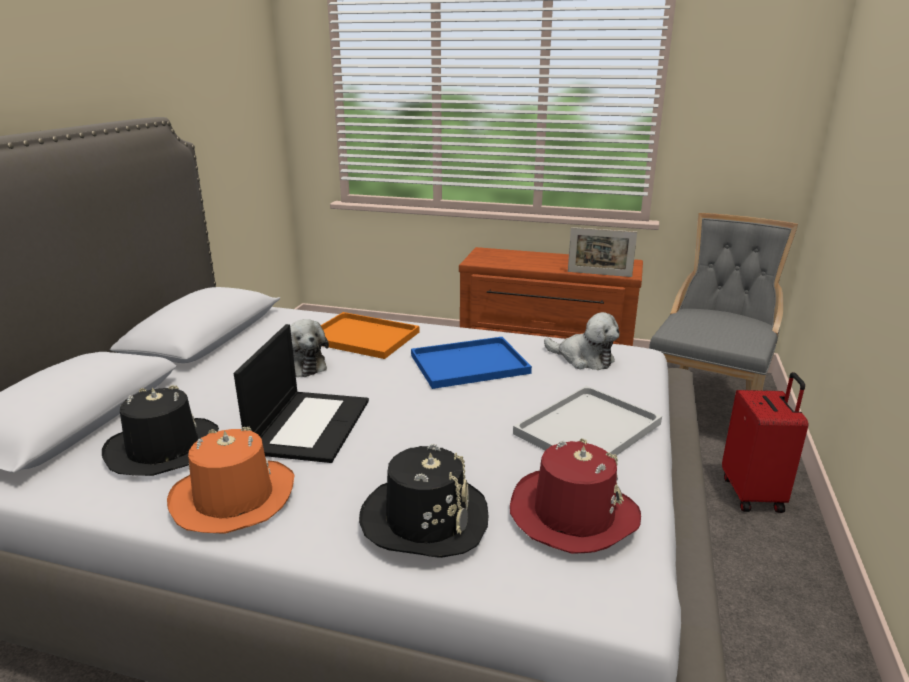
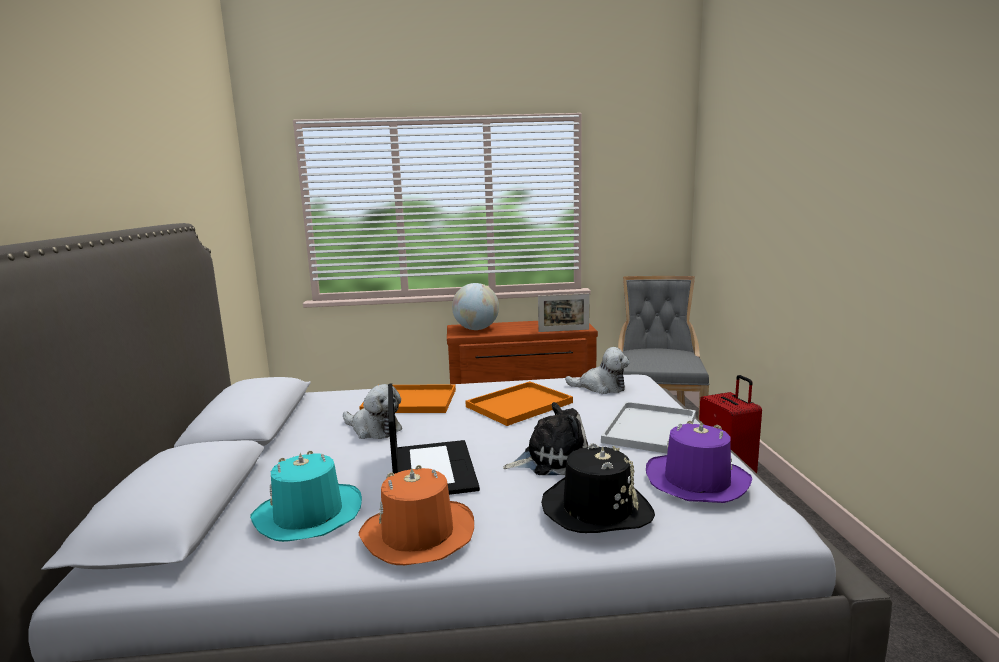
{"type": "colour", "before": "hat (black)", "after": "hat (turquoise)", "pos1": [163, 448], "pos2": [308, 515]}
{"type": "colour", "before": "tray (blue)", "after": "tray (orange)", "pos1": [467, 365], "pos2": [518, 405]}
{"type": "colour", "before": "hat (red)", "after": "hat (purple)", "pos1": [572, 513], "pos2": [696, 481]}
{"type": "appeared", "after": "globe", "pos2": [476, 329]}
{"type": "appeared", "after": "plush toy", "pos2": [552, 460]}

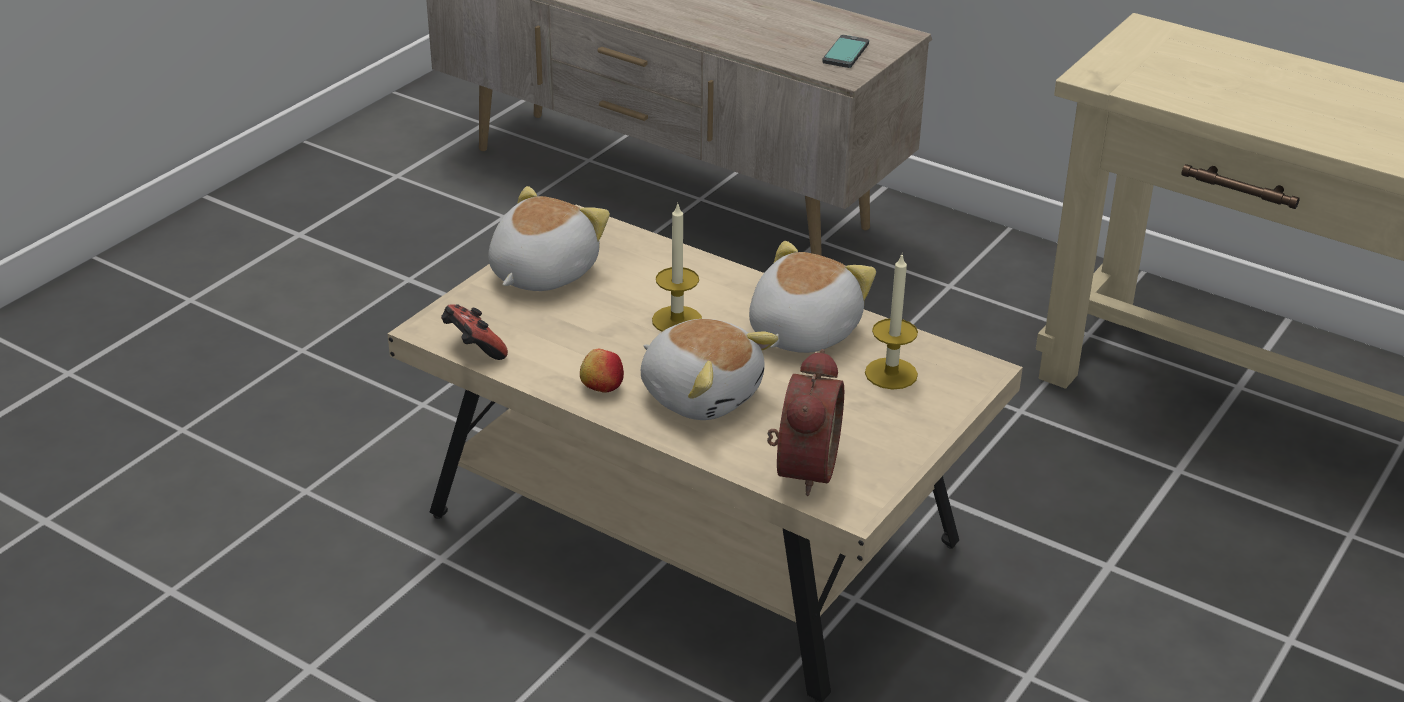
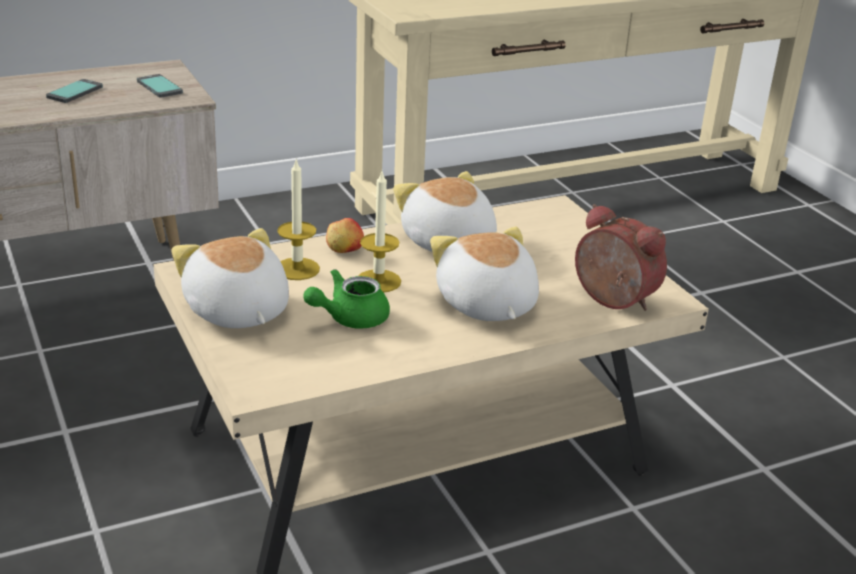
{"type": "missing", "before": "game controller", "pos1": [473, 349]}
{"type": "relocated", "before": "apple", "pos1": [601, 386], "pos2": [344, 250]}
{"type": "spun", "before": "plush toy", "pos1": [701, 394], "pos2": [485, 305], "turn": -90}
{"type": "relocated", "before": "candle", "pos1": [891, 373], "pos2": [297, 269]}
{"type": "appeared", "after": "phone", "pos2": [74, 92]}
{"type": "appeared", "after": "teapot (green)", "pos2": [349, 318]}

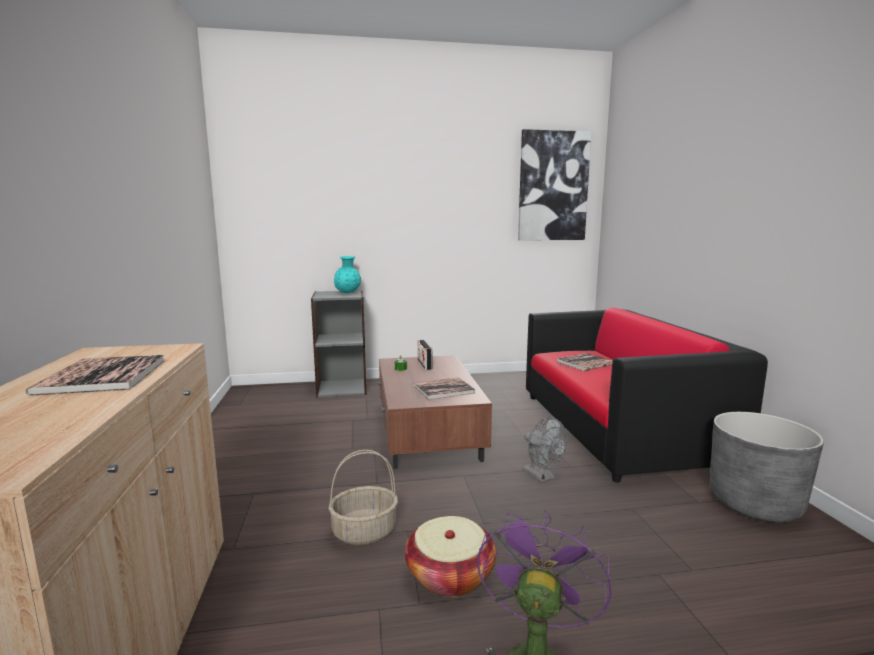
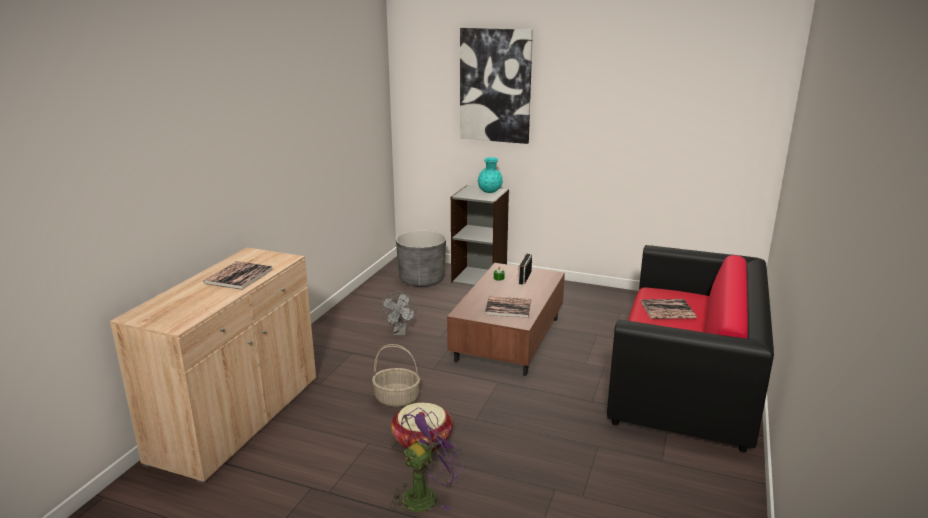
{"type": "relocated", "before": "picture", "pos1": [553, 186], "pos2": [495, 86]}
{"type": "relocated", "before": "fan (grey)", "pos1": [542, 476], "pos2": [400, 332]}
{"type": "relocated", "before": "planter (grey)", "pos1": [754, 503], "pos2": [422, 280]}

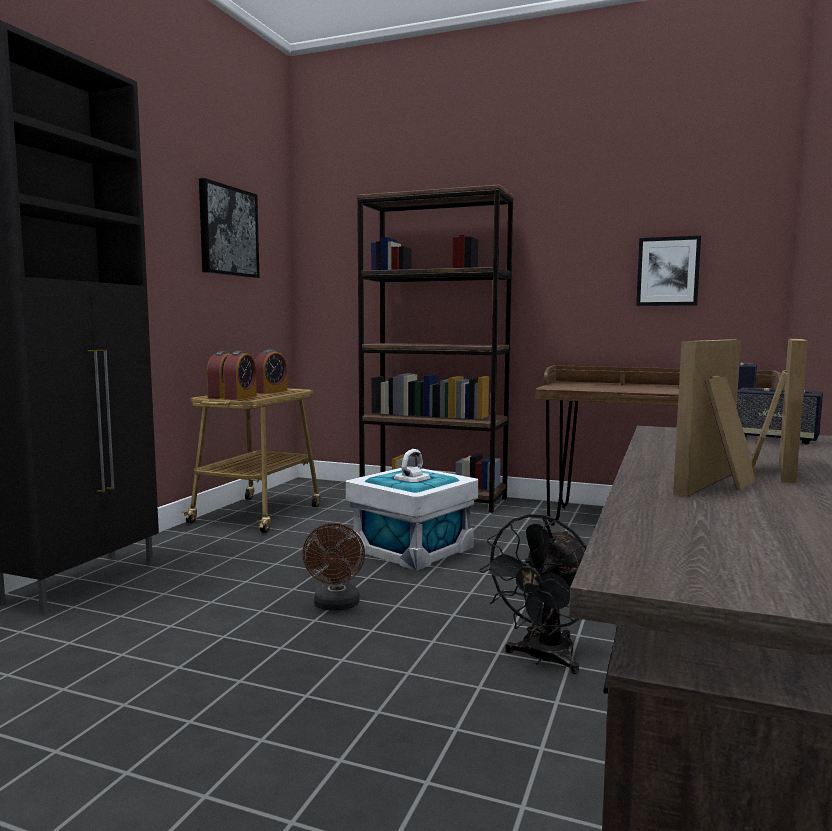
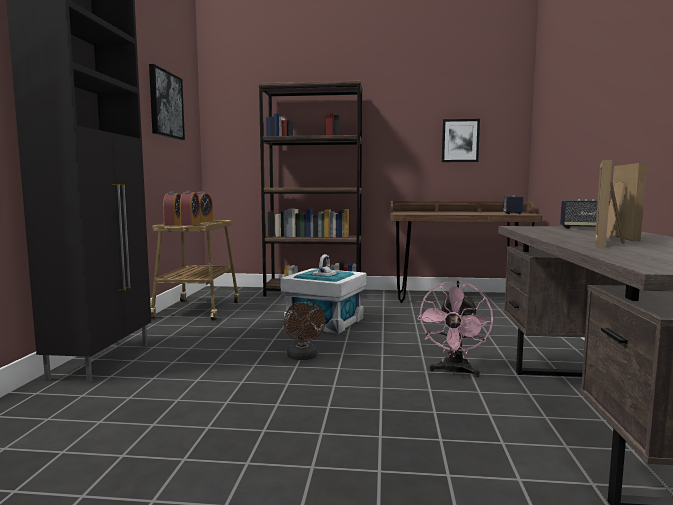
{"type": "colour", "before": "fan (black)", "after": "fan (pink)", "pos1": [543, 659], "pos2": [454, 372]}

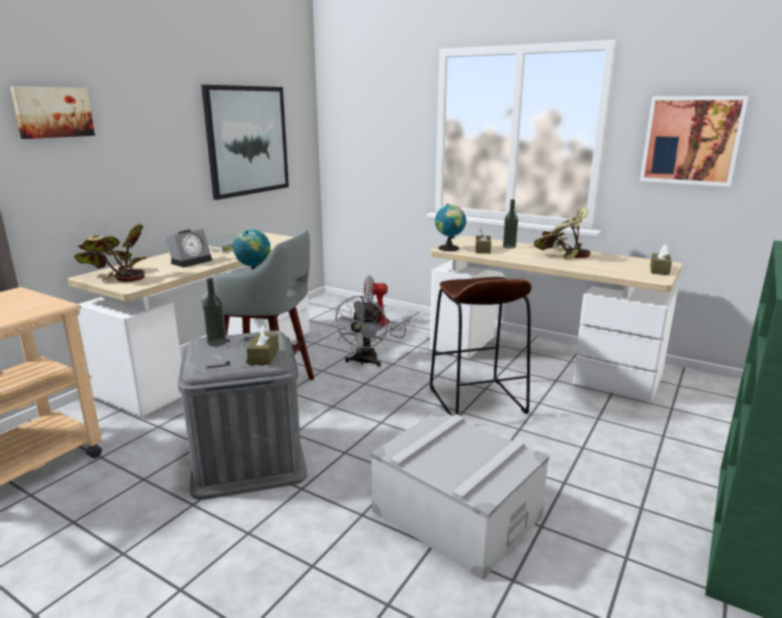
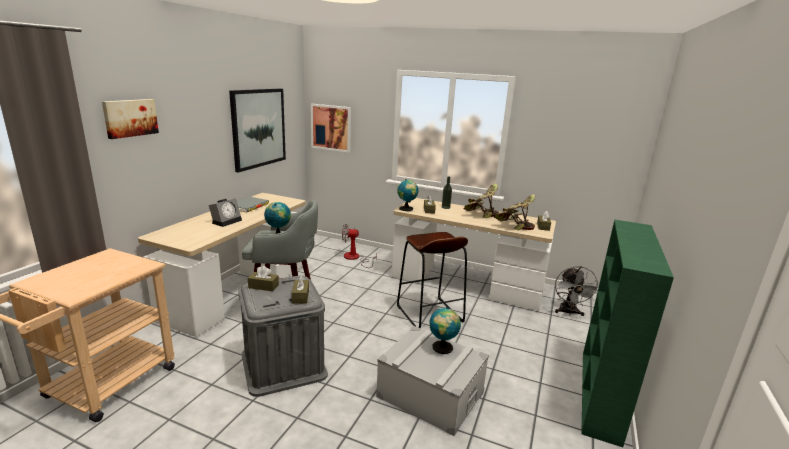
{"type": "relocated", "before": "potted plant", "pos1": [116, 276], "pos2": [513, 226]}
{"type": "exchanged", "before": "bottle", "after": "tissue box (brown)", "pos1": [217, 342], "pos2": [263, 286]}
{"type": "relocated", "before": "fan (grey)", "pos1": [363, 362], "pos2": [568, 312]}
{"type": "relocated", "before": "picture", "pos1": [691, 140], "pos2": [331, 127]}
{"type": "appeared", "after": "globe", "pos2": [442, 348]}

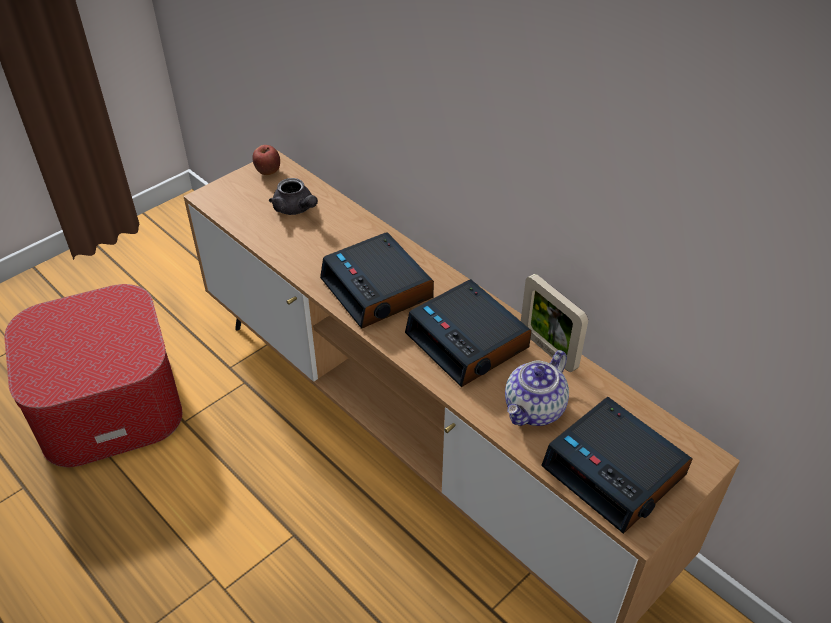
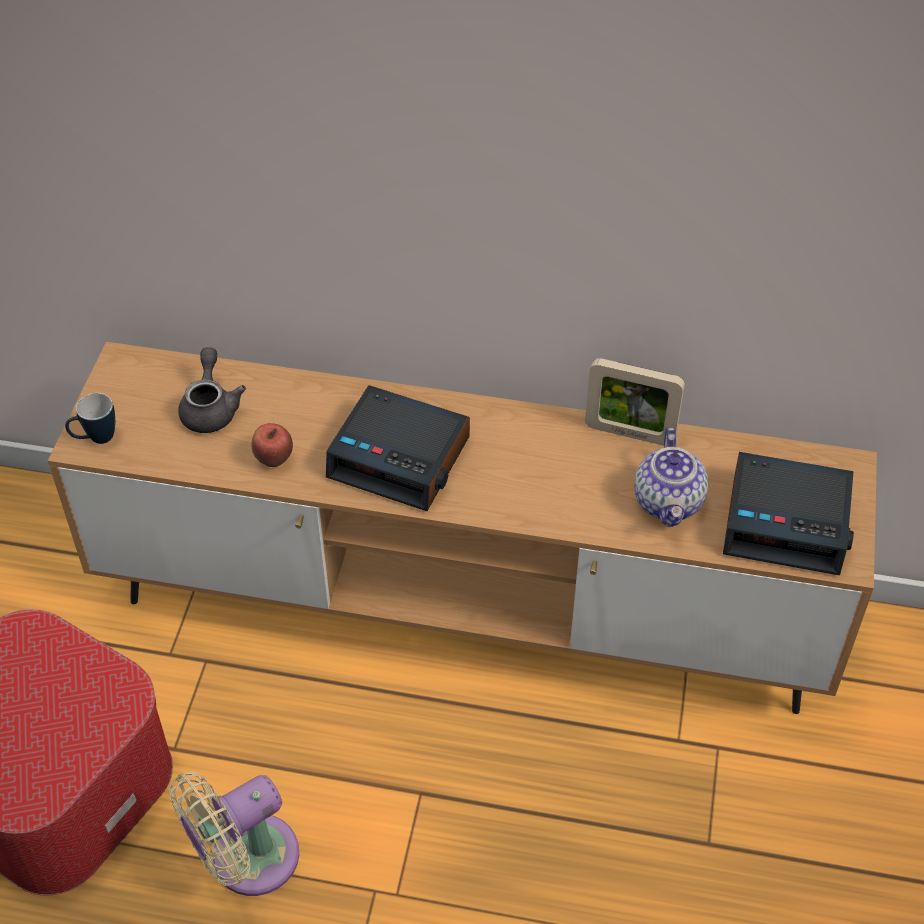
{"type": "relocated", "before": "apple", "pos1": [268, 172], "pos2": [274, 459]}
{"type": "spun", "before": "teapot (grey)", "pos1": [296, 209], "pos2": [211, 408], "turn": -105}
{"type": "missing", "before": "alarm clock", "pos1": [468, 342]}
{"type": "appeared", "after": "mug", "pos2": [95, 439]}
{"type": "appeared", "after": "fan (beige)", "pos2": [246, 861]}

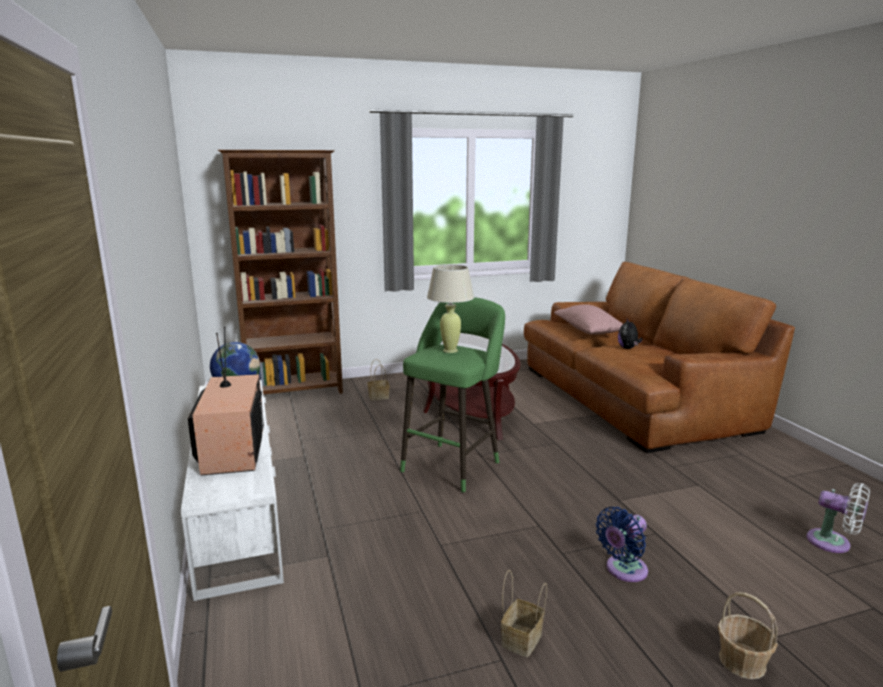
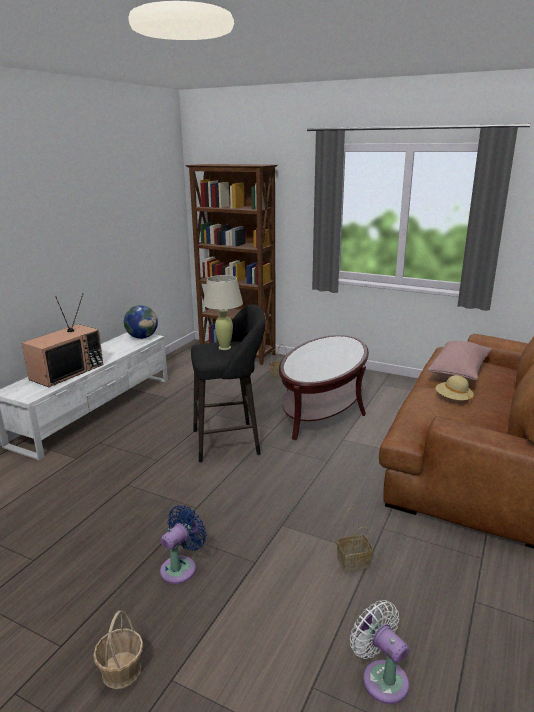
{"type": "colour", "before": "stool (green)", "after": "stool (black)", "pos1": [453, 464], "pos2": [230, 441]}
{"type": "relocated", "before": "basket", "pos1": [522, 641], "pos2": [352, 562]}
{"type": "spun", "before": "fan (blue)", "pos1": [623, 570], "pos2": [181, 567], "turn": 120}
{"type": "exchanged", "before": "plush toy", "after": "hat (beige)", "pos1": [628, 348], "pos2": [453, 399]}
{"type": "spun", "before": "fan (white)", "pos1": [833, 543], "pos2": [381, 677], "turn": 150}

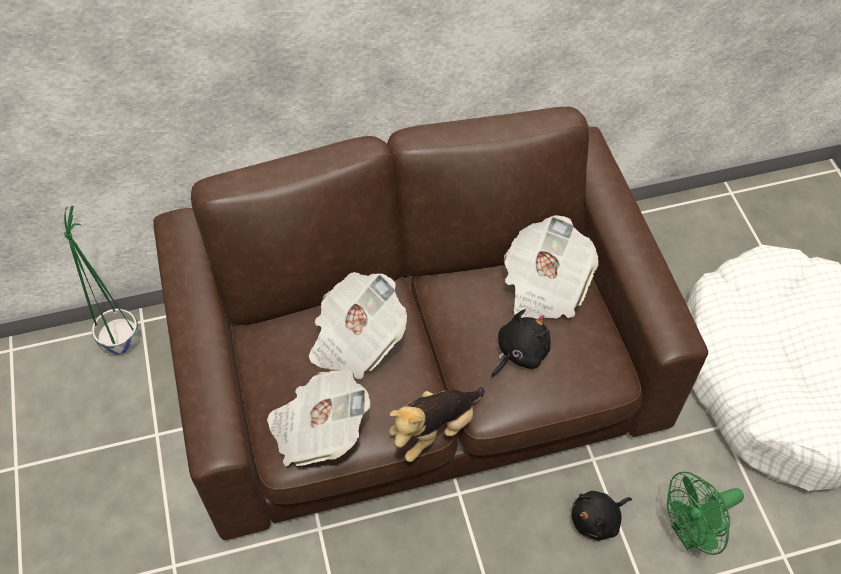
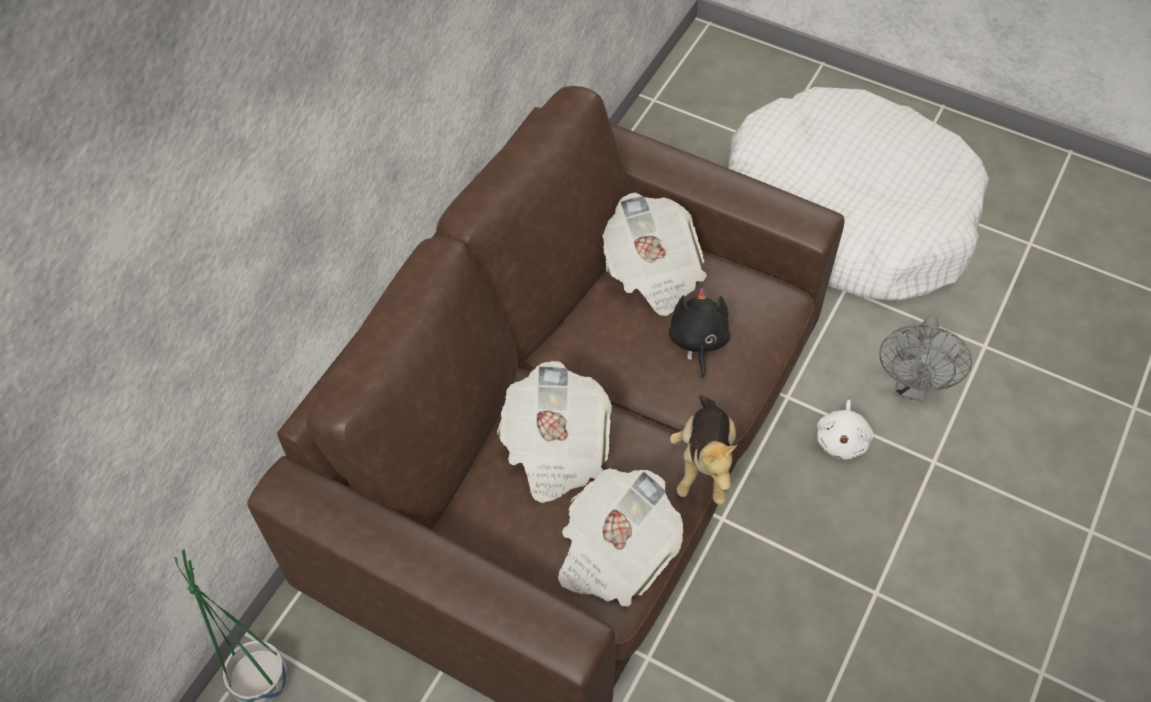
{"type": "colour", "before": "plush toy (black)", "after": "plush toy (white)", "pos1": [597, 520], "pos2": [842, 439]}
{"type": "colour", "before": "fan (green)", "after": "fan (grey)", "pos1": [691, 532], "pos2": [912, 387]}

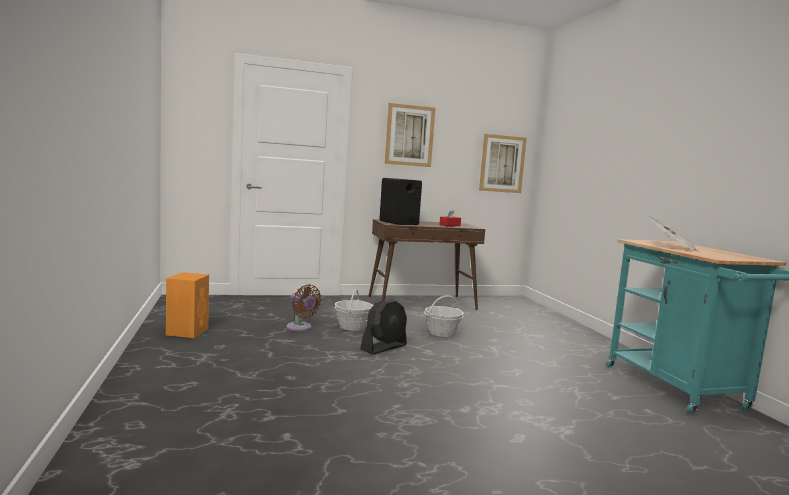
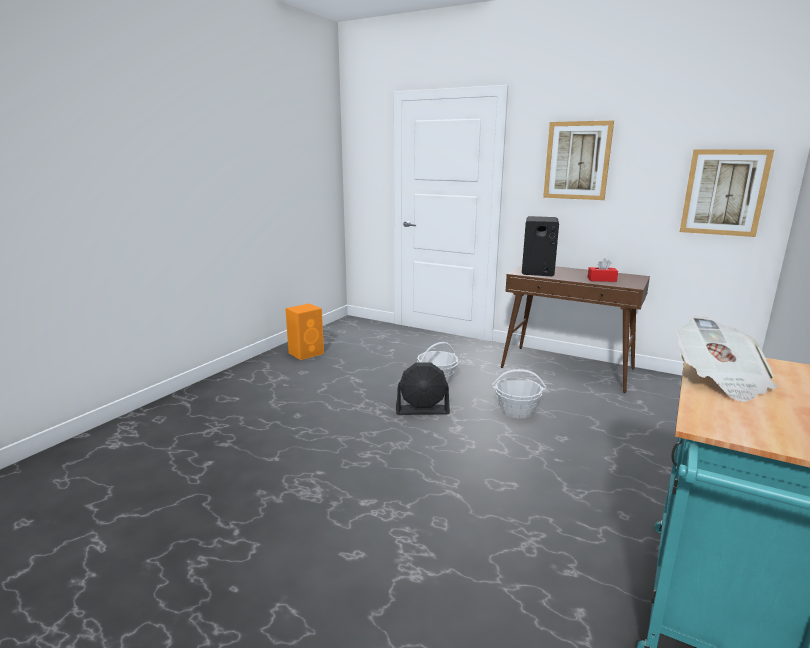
{"type": "missing", "before": "fan (brown)", "pos1": [300, 328]}

